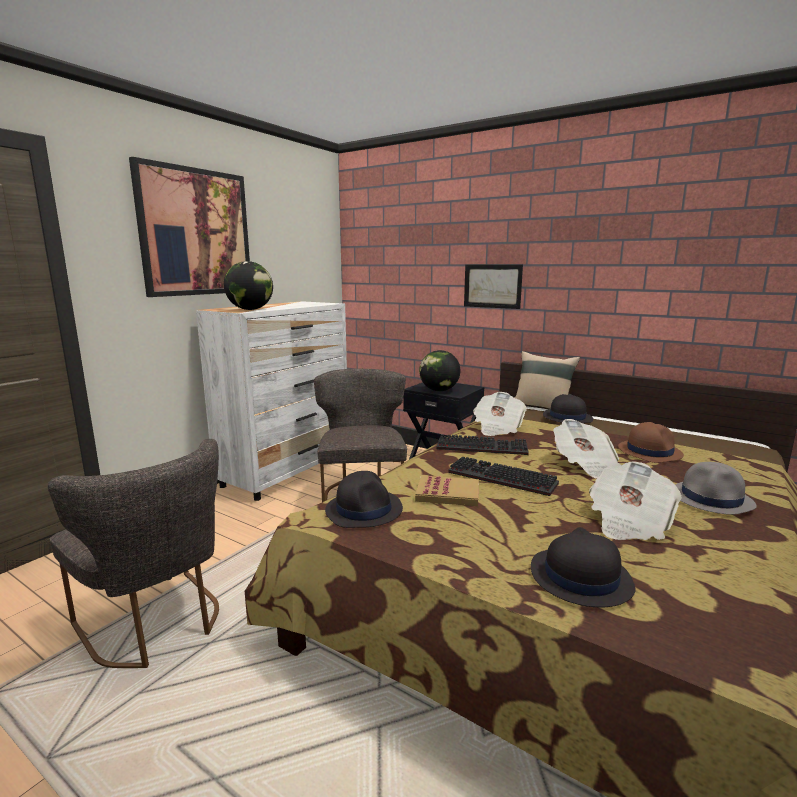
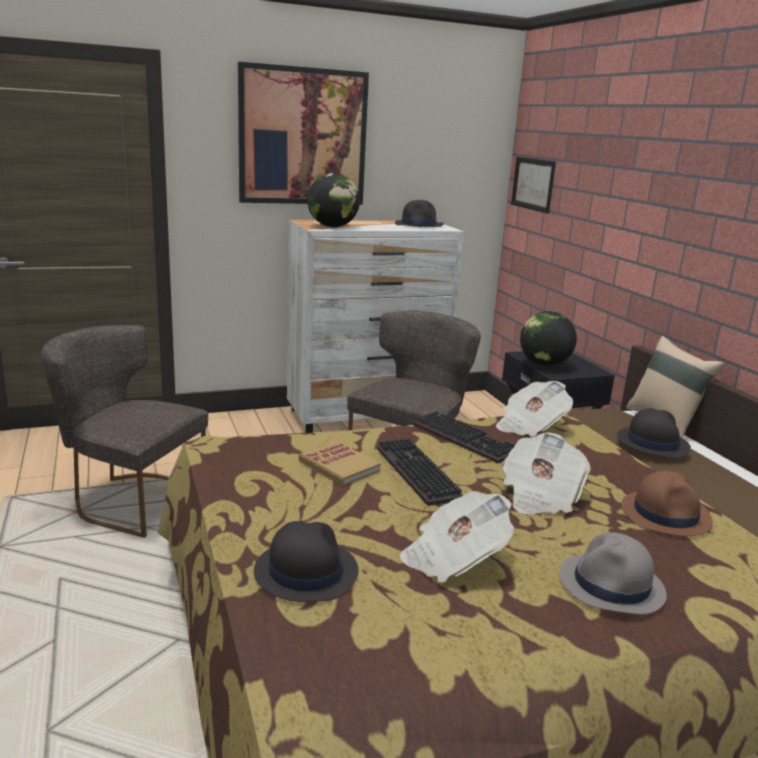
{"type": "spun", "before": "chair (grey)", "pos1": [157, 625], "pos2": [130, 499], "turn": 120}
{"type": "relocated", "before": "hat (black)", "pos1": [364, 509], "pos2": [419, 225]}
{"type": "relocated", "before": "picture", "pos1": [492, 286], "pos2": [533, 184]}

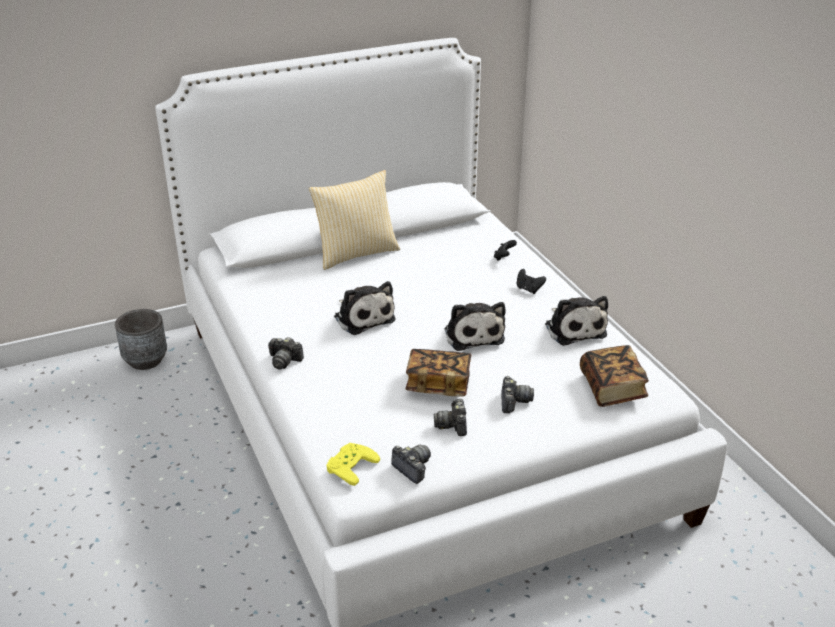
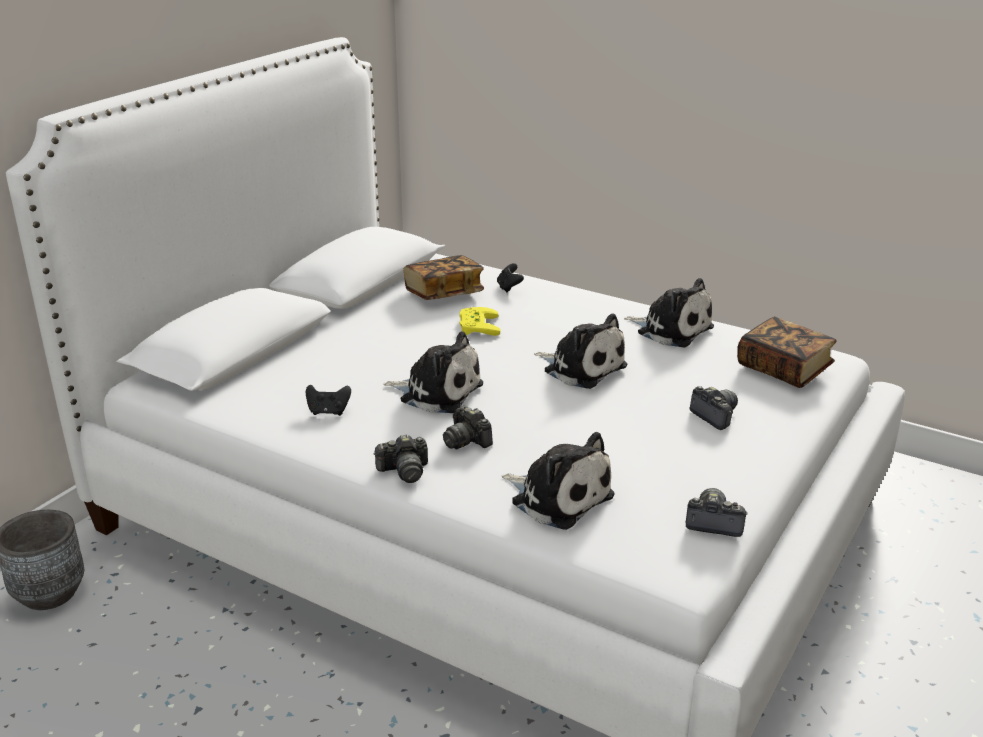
{"type": "missing", "before": "pillow", "pos1": [356, 253]}
{"type": "relocated", "before": "game controller (yellow)", "pos1": [349, 465], "pos2": [475, 326]}
{"type": "relocated", "before": "book", "pos1": [438, 384], "pos2": [444, 294]}
{"type": "relocated", "before": "photo camera", "pos1": [453, 425], "pos2": [466, 440]}
{"type": "relocated", "before": "game controller (black)", "pos1": [529, 289], "pos2": [328, 412]}
{"type": "appeared", "after": "plush toy", "pos2": [558, 497]}

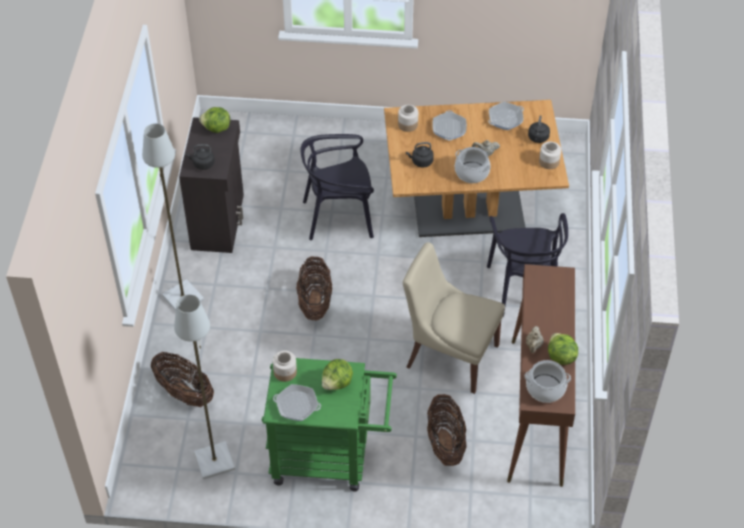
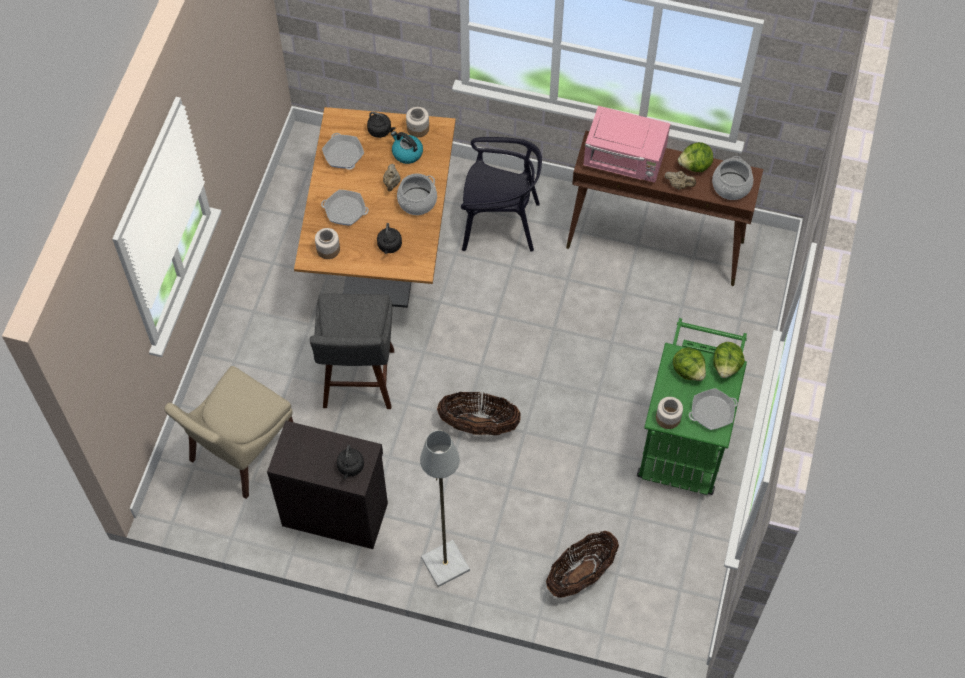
{"type": "missing", "before": "floor lamp (grey)", "pos1": [215, 460]}
{"type": "relocated", "before": "lettuce", "pos1": [216, 128], "pos2": [726, 366]}
{"type": "spun", "before": "frying pan", "pos1": [297, 405], "pos2": [712, 412], "turn": 45}
{"type": "exchanged", "before": "chair (black)", "after": "stool (grey)", "pos1": [339, 217], "pos2": [358, 383]}
{"type": "relocated", "before": "chair (beige)", "pos1": [449, 354], "pos2": [240, 452]}
{"type": "missing", "before": "basket", "pos1": [445, 443]}
{"type": "appeared", "after": "kettle", "pos2": [407, 153]}
{"type": "appeared", "after": "microwave (pink)", "pos2": [625, 160]}

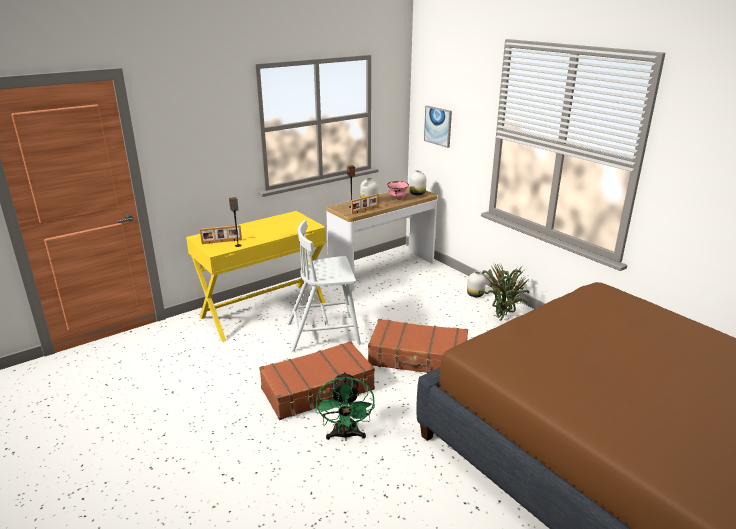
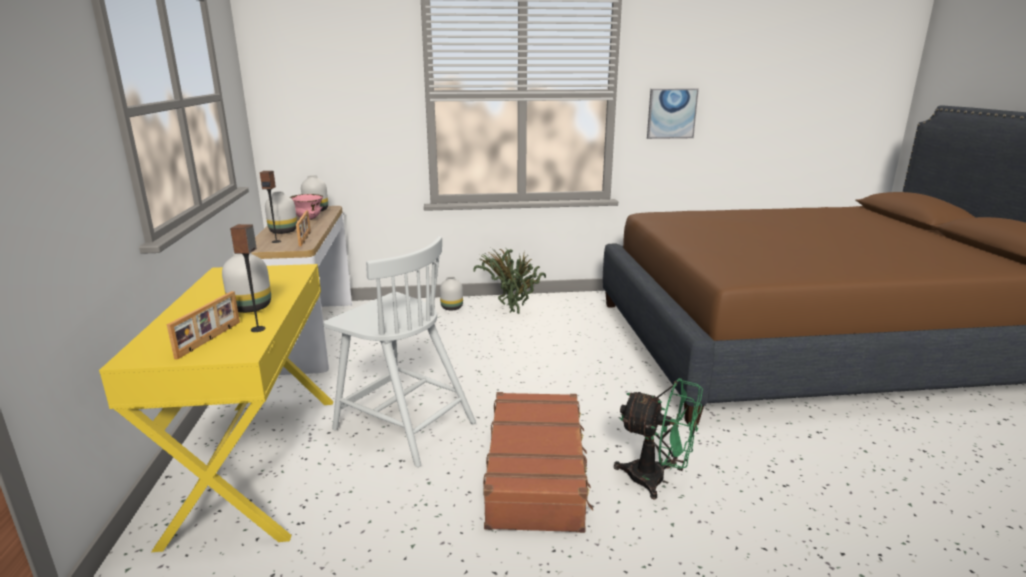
{"type": "spun", "before": "chair (white)", "pos1": [324, 333], "pos2": [402, 425], "turn": -75}
{"type": "missing", "before": "suitcase (brown)", "pos1": [418, 358]}
{"type": "relocated", "before": "picture", "pos1": [438, 126], "pos2": [671, 113]}
{"type": "appeared", "after": "vase (white)", "pos2": [251, 307]}

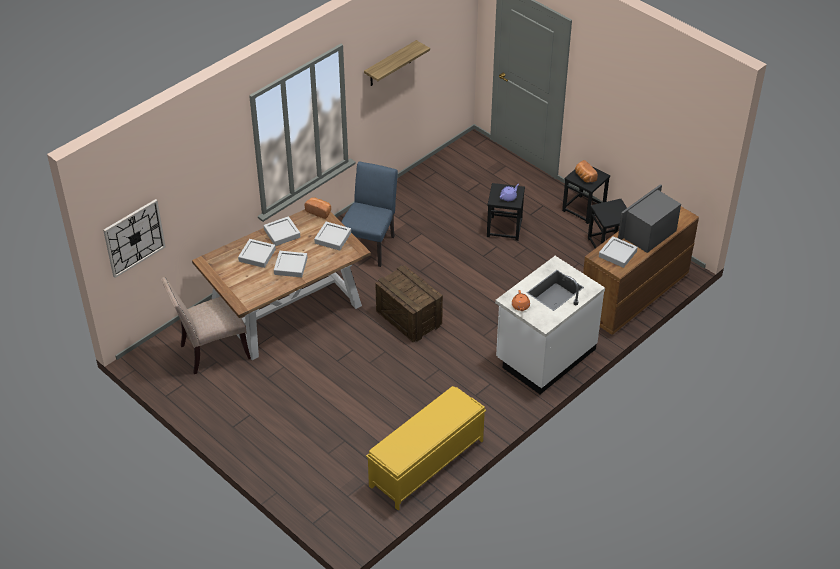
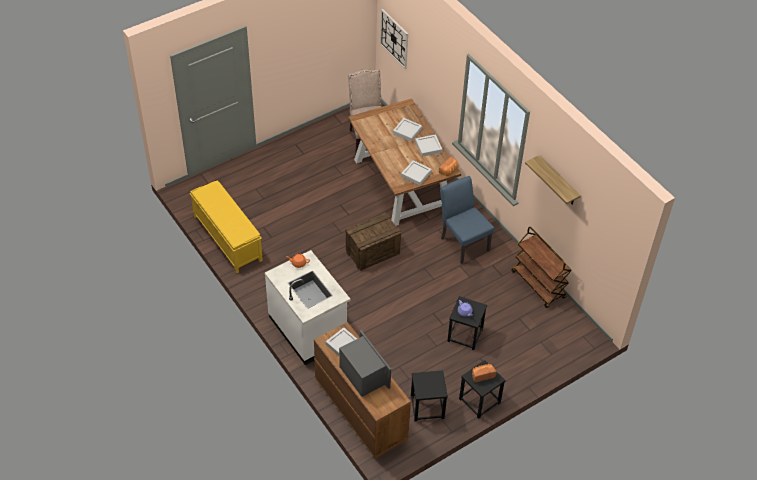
{"type": "missing", "before": "tray (grey)", "pos1": [290, 266]}
{"type": "spun", "before": "chair (blue)", "pos1": [370, 244], "pos2": [462, 242], "turn": -150}
{"type": "appeared", "after": "cart (brown)", "pos2": [538, 285]}

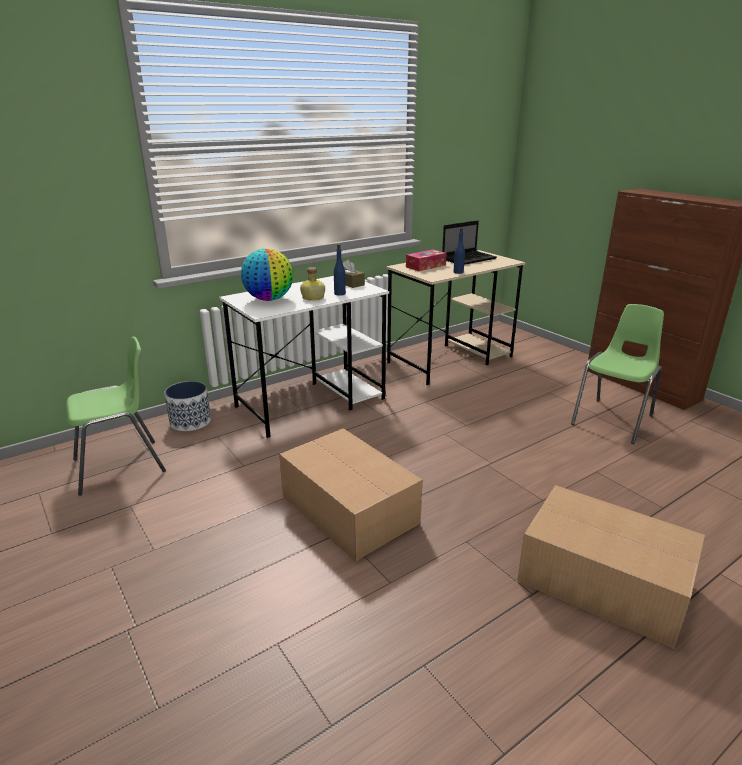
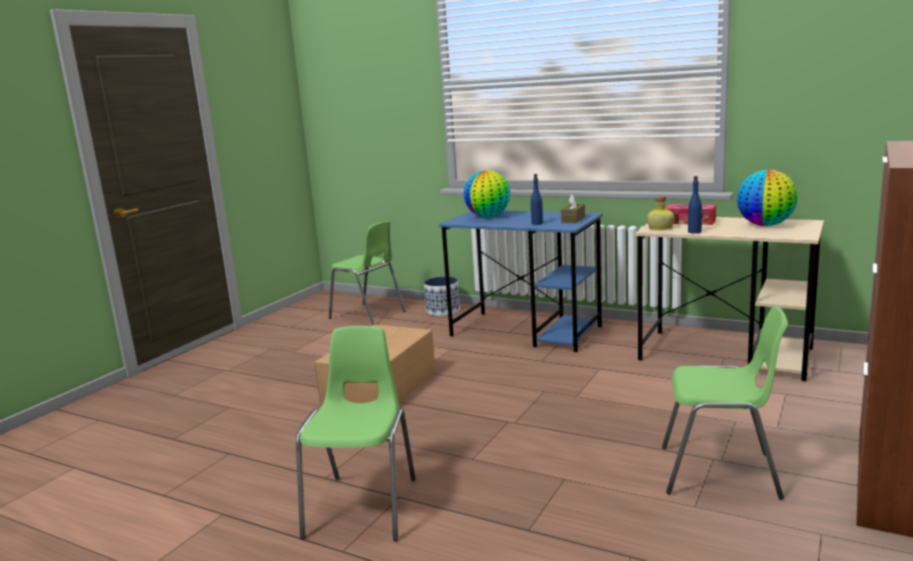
{"type": "colour", "before": "desk (white)", "after": "desk (blue)", "pos1": [312, 402], "pos2": [526, 331]}
{"type": "relocated", "before": "bottle", "pos1": [312, 298], "pos2": [659, 228]}
{"type": "exchanged", "before": "laptop", "after": "globe", "pos1": [469, 259], "pos2": [765, 225]}
{"type": "exchanged", "before": "cardboard box", "after": "chair (green)", "pos1": [601, 580], "pos2": [364, 506]}

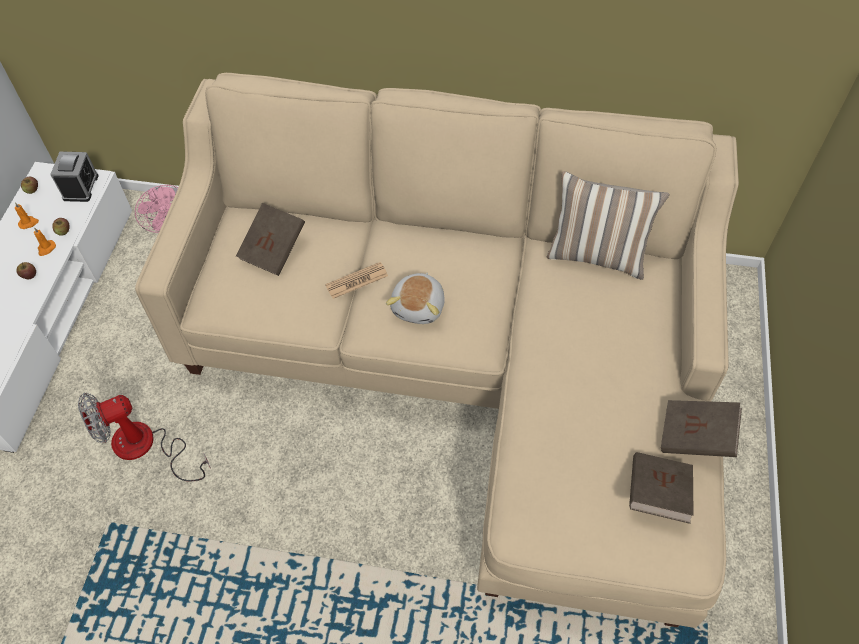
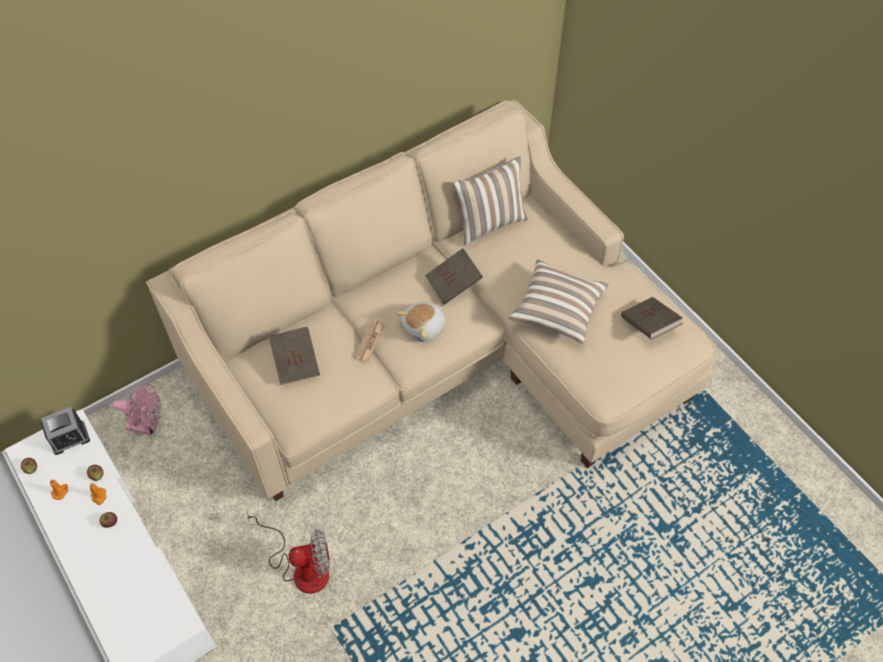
{"type": "spun", "before": "alarm clock", "pos1": [80, 187], "pos2": [69, 438], "turn": 105}
{"type": "spun", "before": "fan", "pos1": [146, 447], "pos2": [301, 567], "turn": -120}
{"type": "spun", "before": "plush toy", "pos1": [419, 306], "pos2": [424, 327], "turn": 75}
{"type": "relocated", "before": "book (brown)", "pos1": [696, 437], "pos2": [453, 284]}
{"type": "appeared", "after": "pillow", "pos2": [557, 310]}

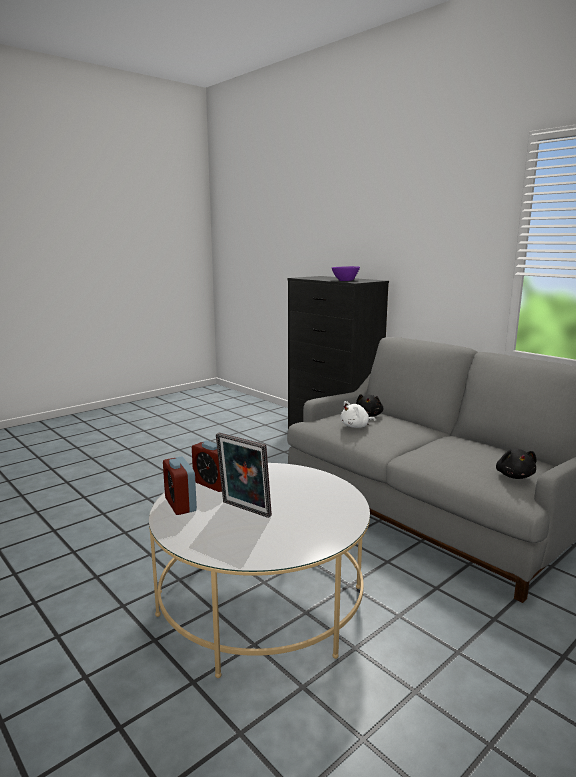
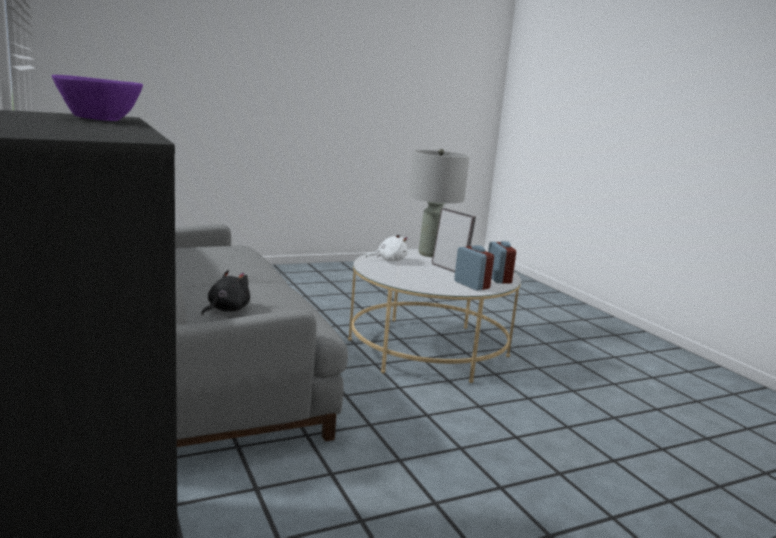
{"type": "relocated", "before": "plush toy (white)", "pos1": [356, 426], "pos2": [389, 260]}
{"type": "missing", "before": "plush toy (black)", "pos1": [514, 475]}
{"type": "appeared", "after": "table lamp (grey)", "pos2": [430, 254]}

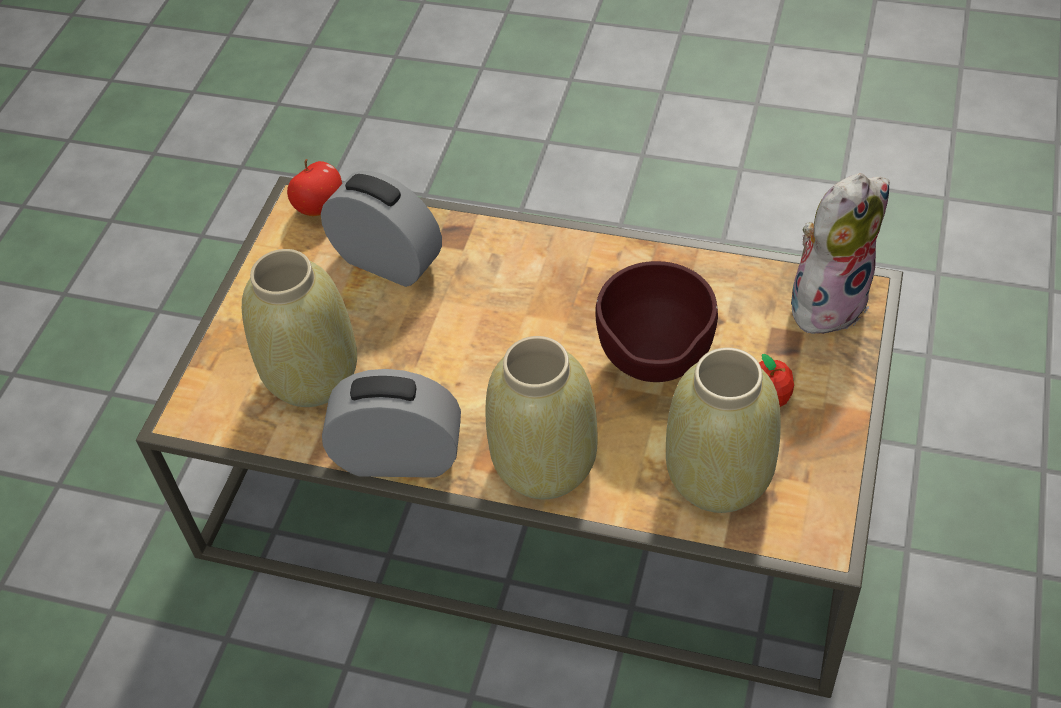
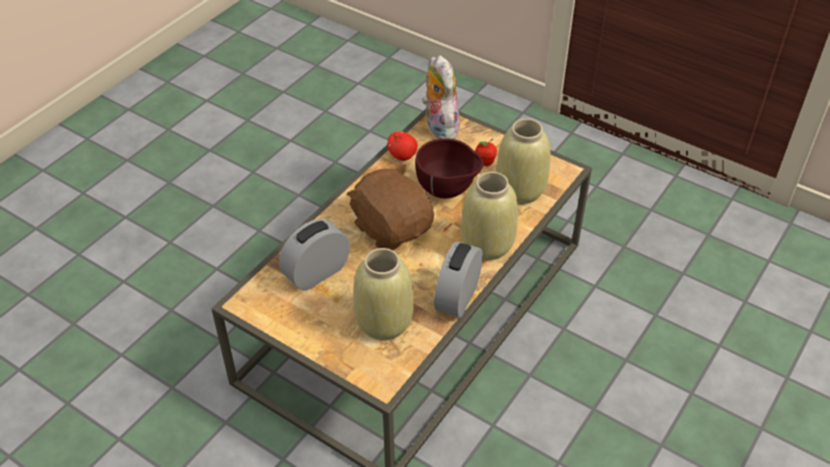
{"type": "relocated", "before": "apple", "pos1": [320, 207], "pos2": [402, 156]}
{"type": "appeared", "after": "plush toy (brown)", "pos2": [392, 228]}

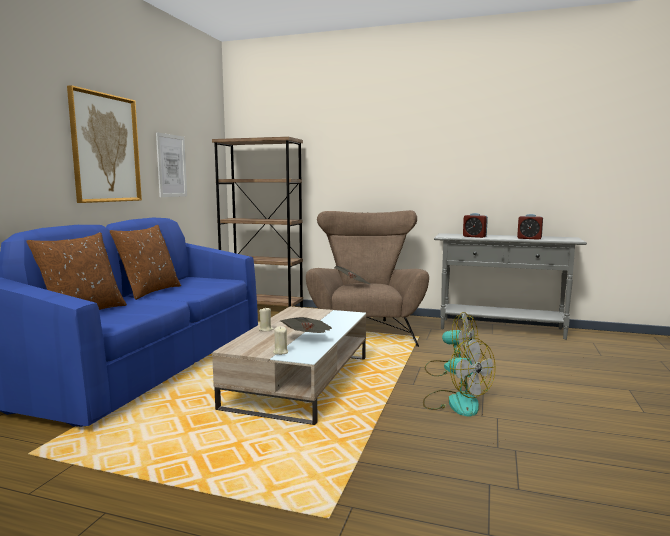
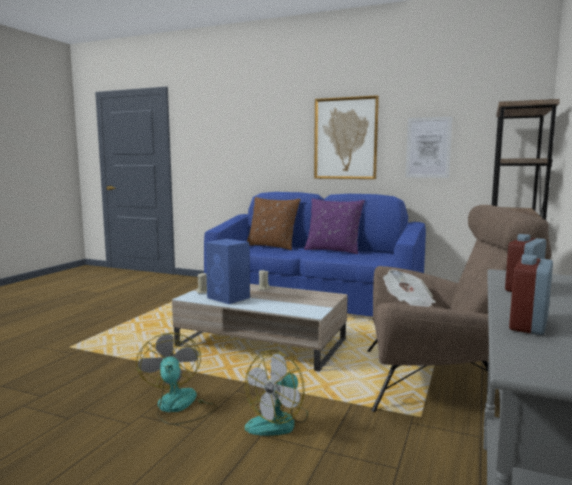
{"type": "colour", "before": "pillow (brown)", "after": "pillow (purple)", "pos1": [149, 292], "pos2": [333, 250]}
{"type": "exchanged", "before": "newspaper", "after": "speaker (blue)", "pos1": [307, 339], "pos2": [229, 298]}
{"type": "spun", "before": "fan", "pos1": [456, 402], "pos2": [178, 407], "turn": 105}

